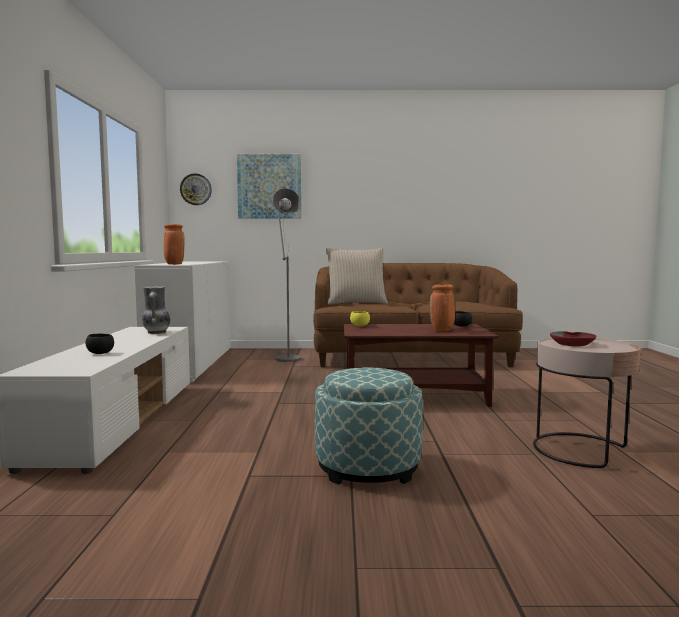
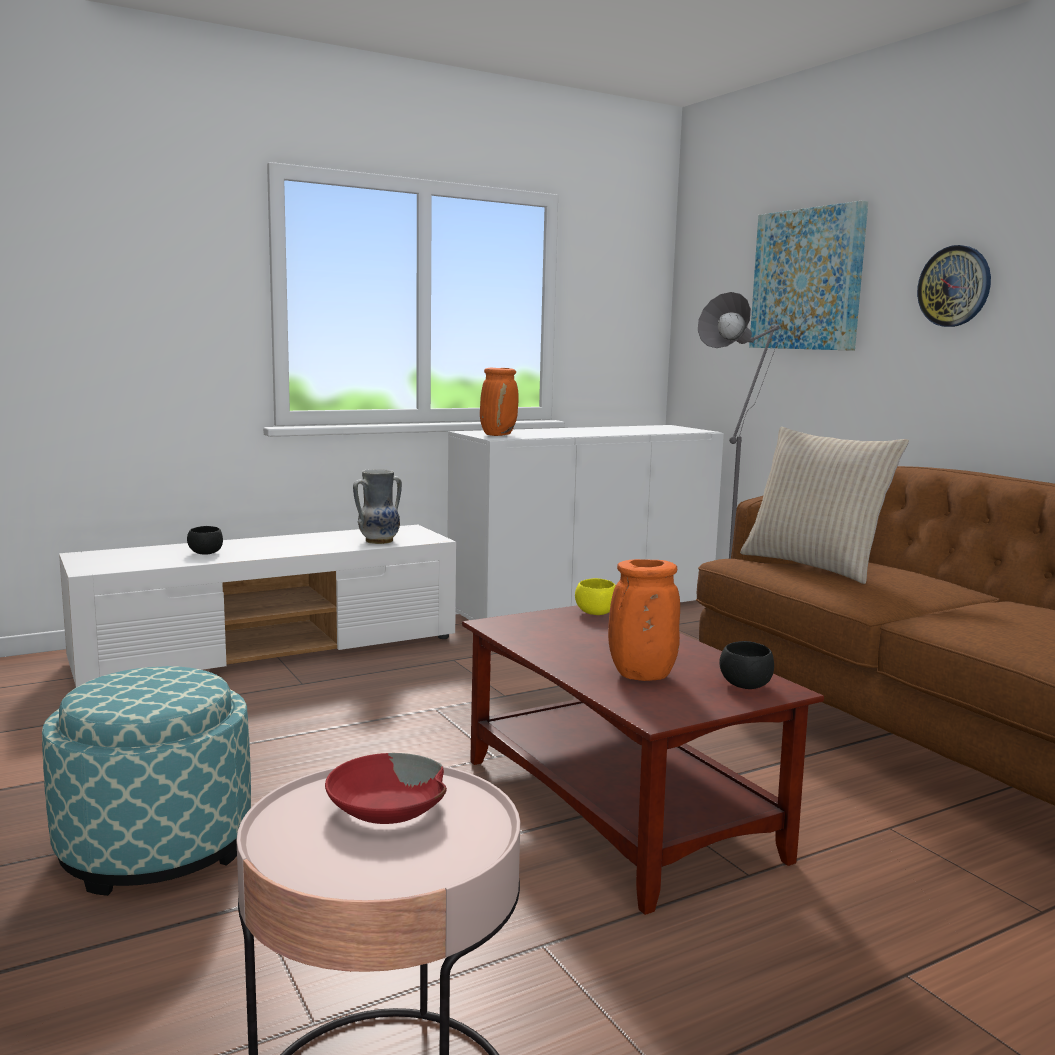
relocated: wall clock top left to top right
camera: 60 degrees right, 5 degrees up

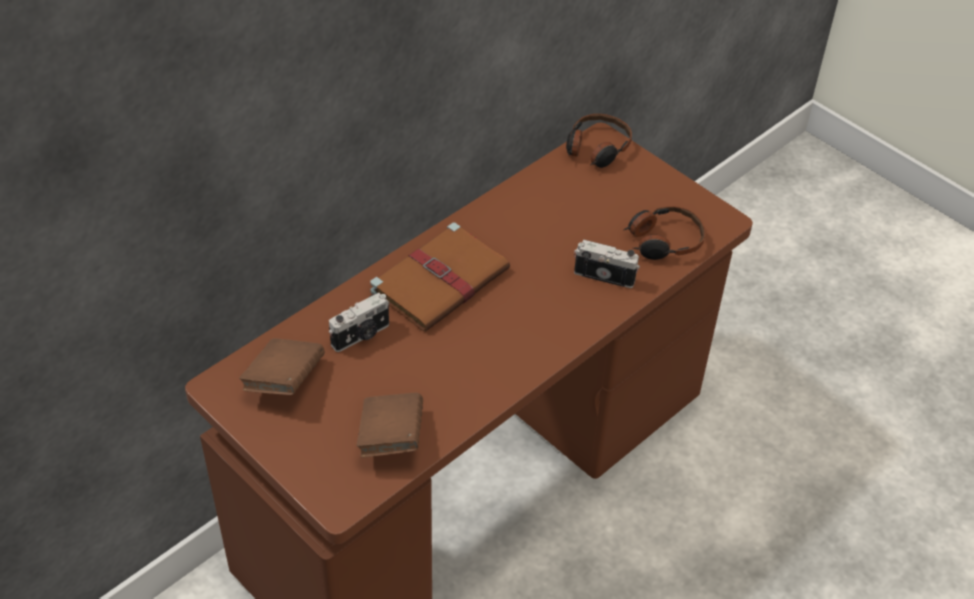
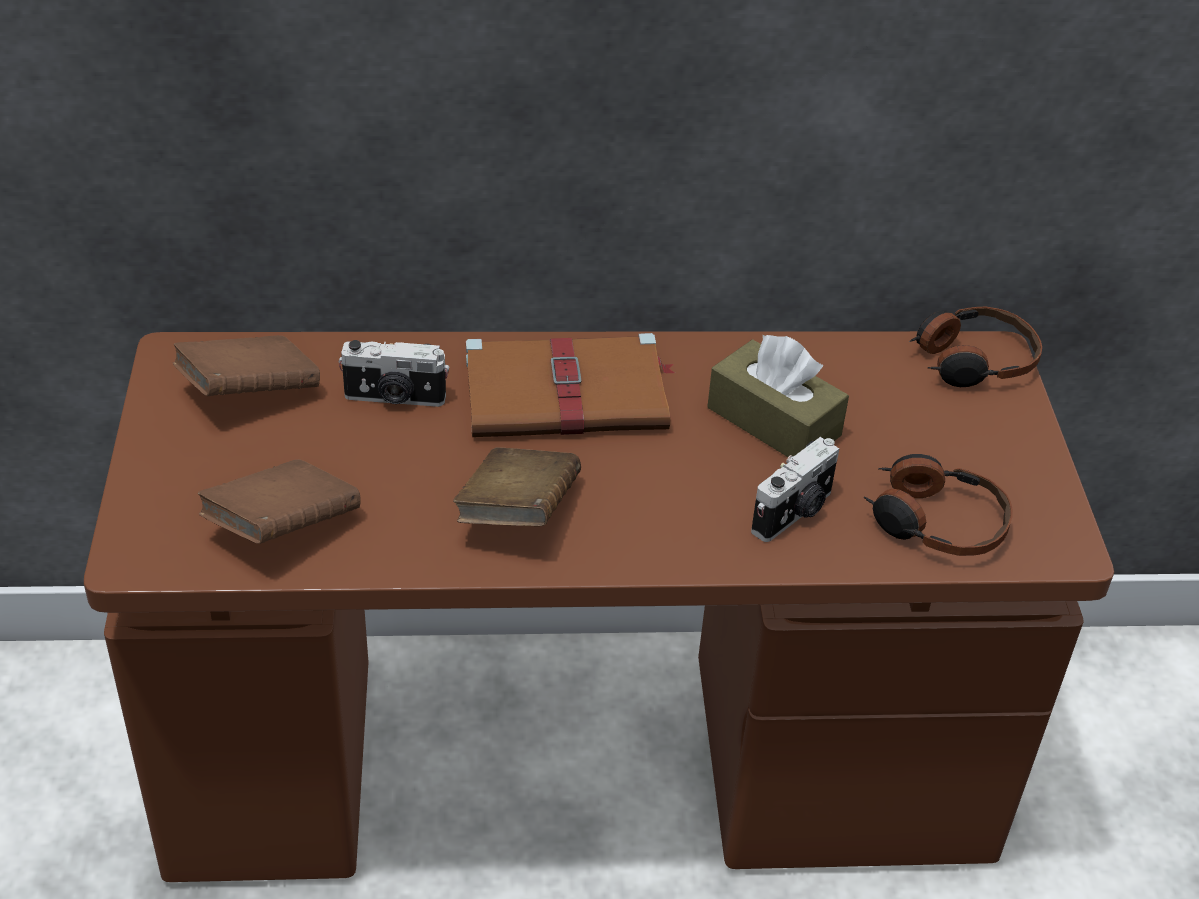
appeared: brown book (no. 3 from left) centre; brown tissue box centre
spun: photo camera (no. 2 from left) centre = centre 75 degrees clockwise
camera: 40 degrees right, 5 degrees down

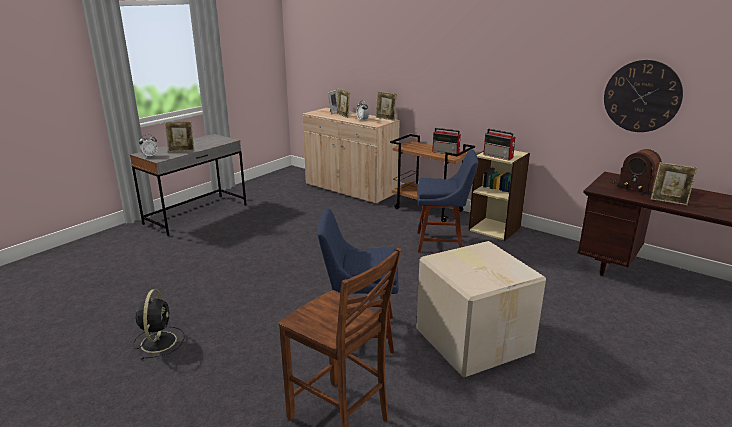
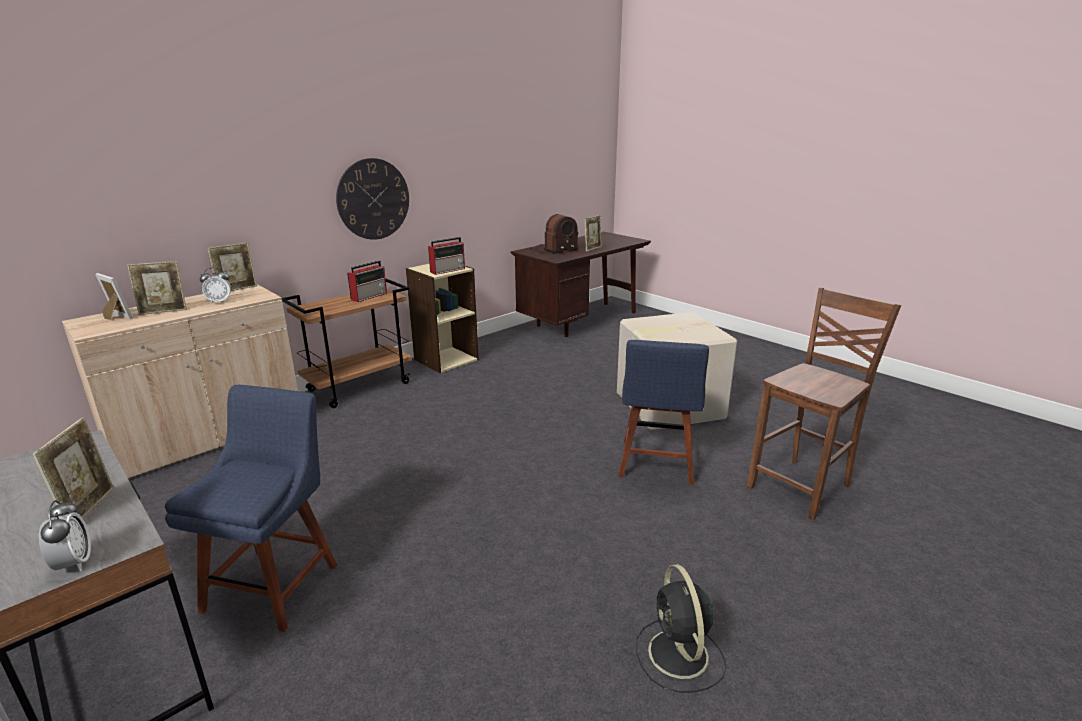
relocated: blue chair (no. 2 from left in the first image) centre to blue chair (no. 1 from left) bottom left; wall clock top right to top centre
spun: black fan bottom left = bottom centre 105 degrees counterclockwise
camera: 80 degrees left, 0 degrees up

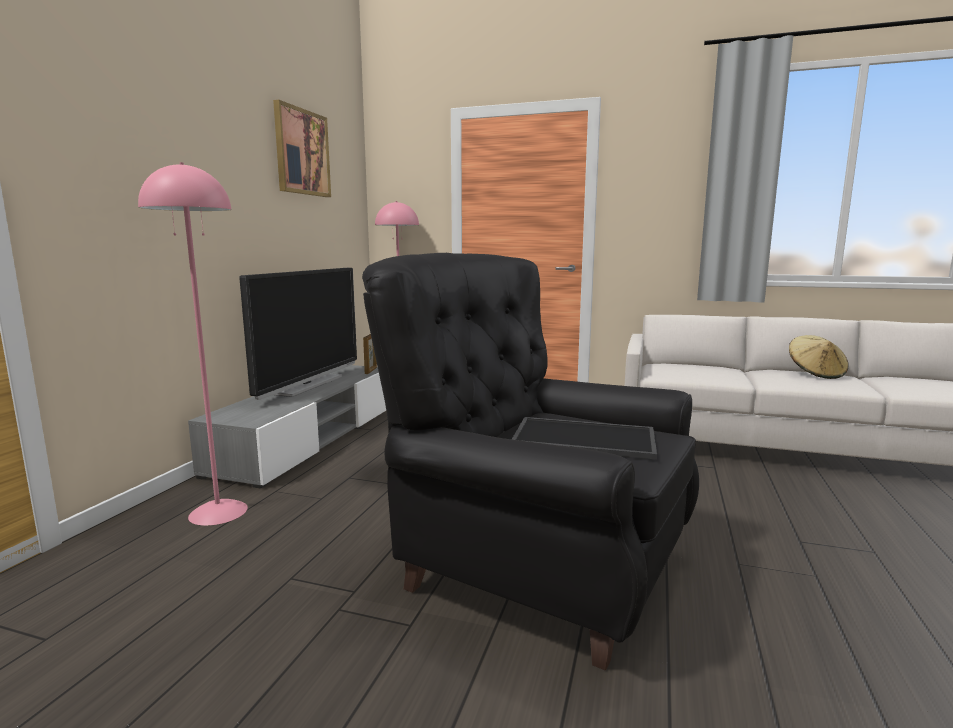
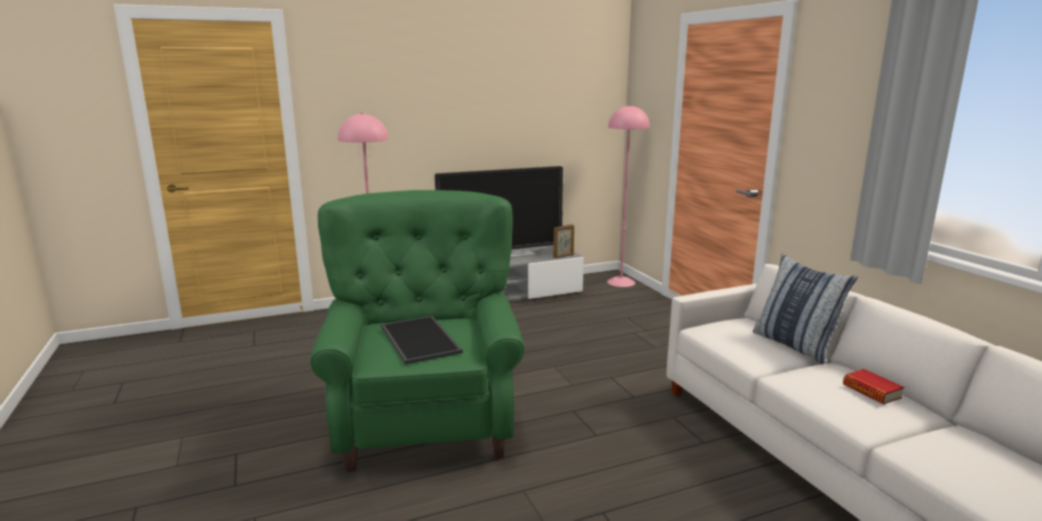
missing: picture top left
appeared: pillow middle right
exchanged: beige hat middle right to book bottom right
colour: black armchair centre to green armchair centre
camera: 50 degrees right, 5 degrees up

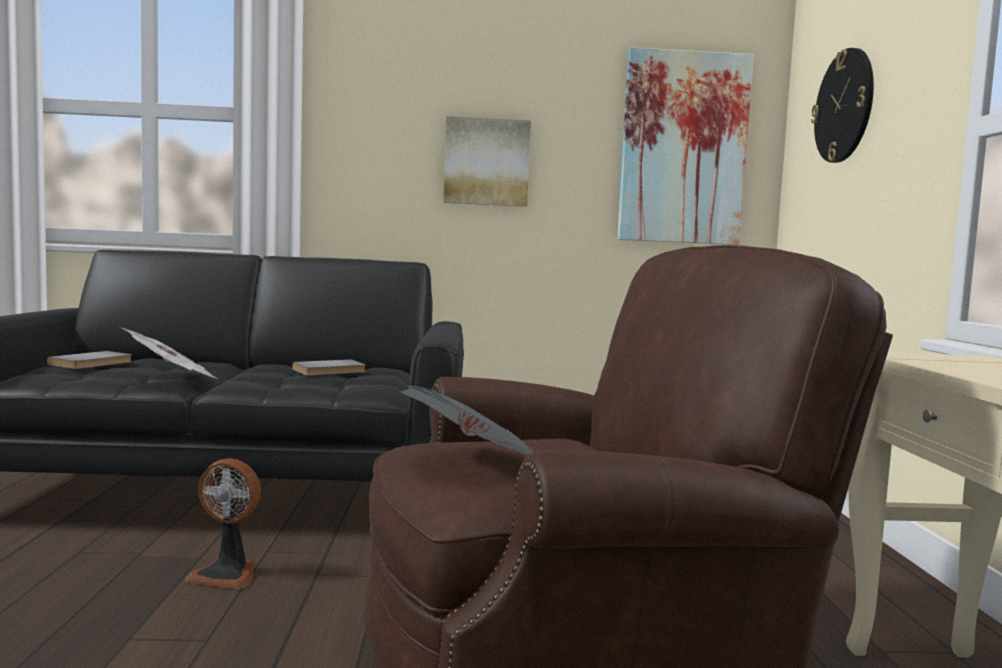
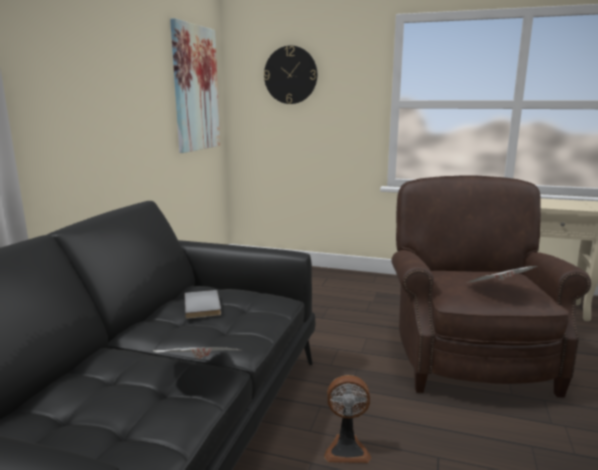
missing: grey book (no. 1 from left) middle left; picture (no. 1 from left) top centre
spun: fan bottom left = bottom centre 60 degrees clockwise
camera: 70 degrees left, 10 degrees up

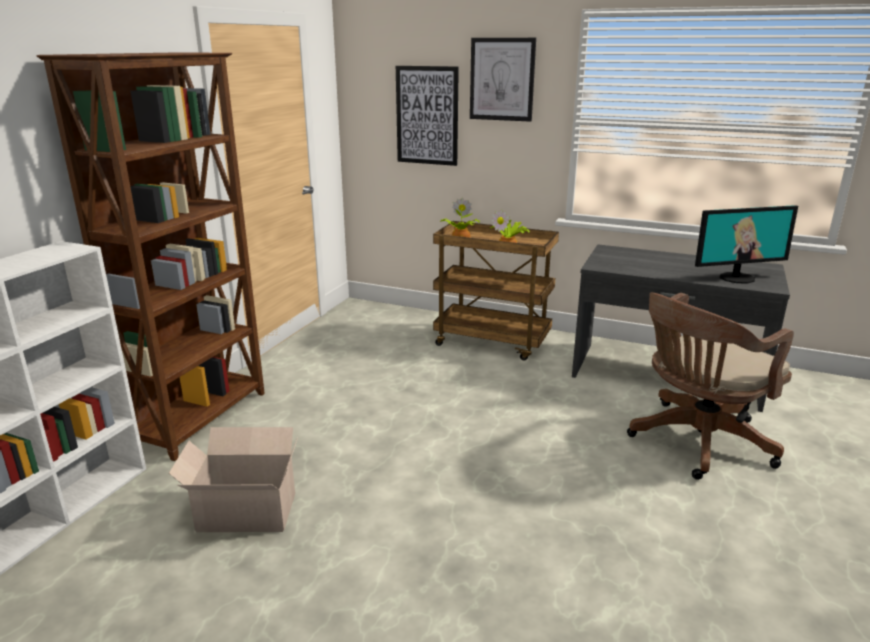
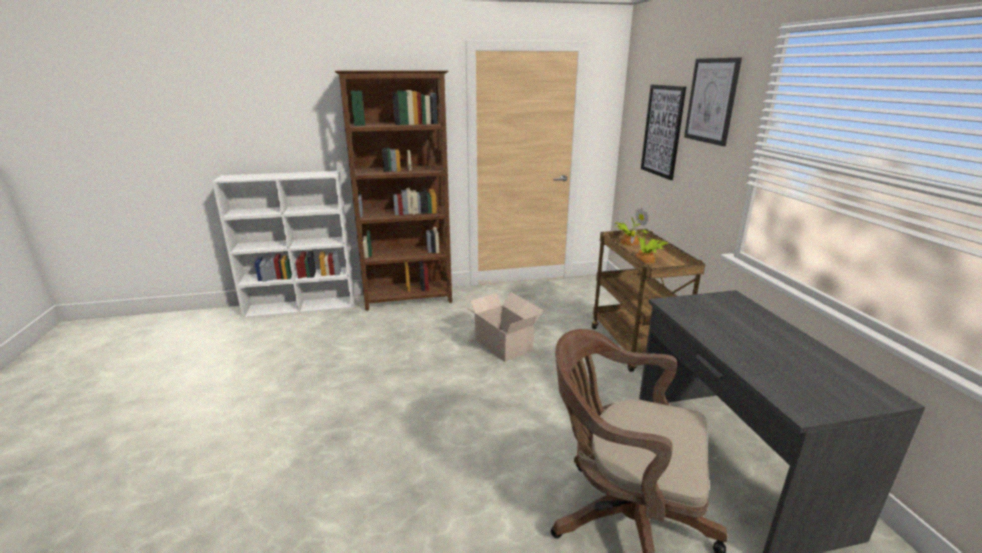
missing: monitor middle right
relocated: cardboard box bottom left to centre
camera: 55 degrees right, 0 degrees up

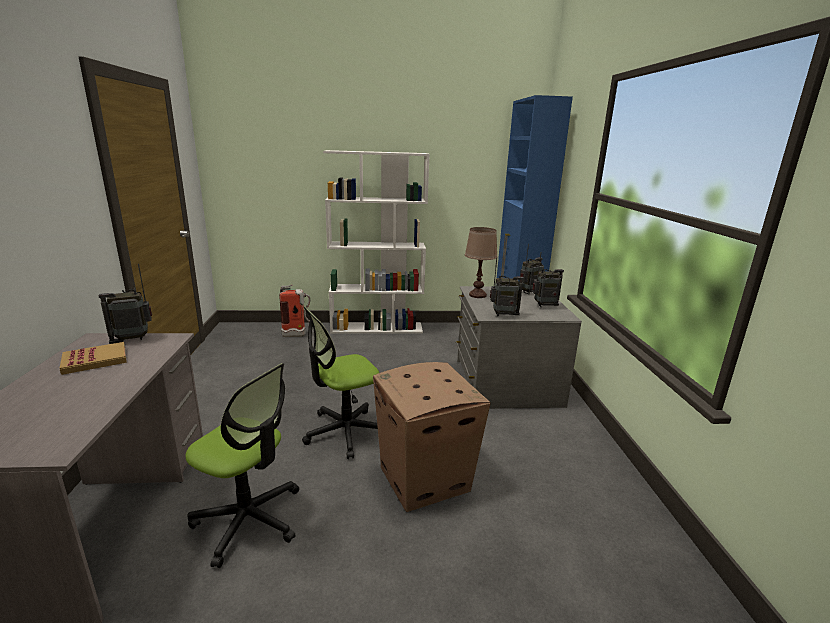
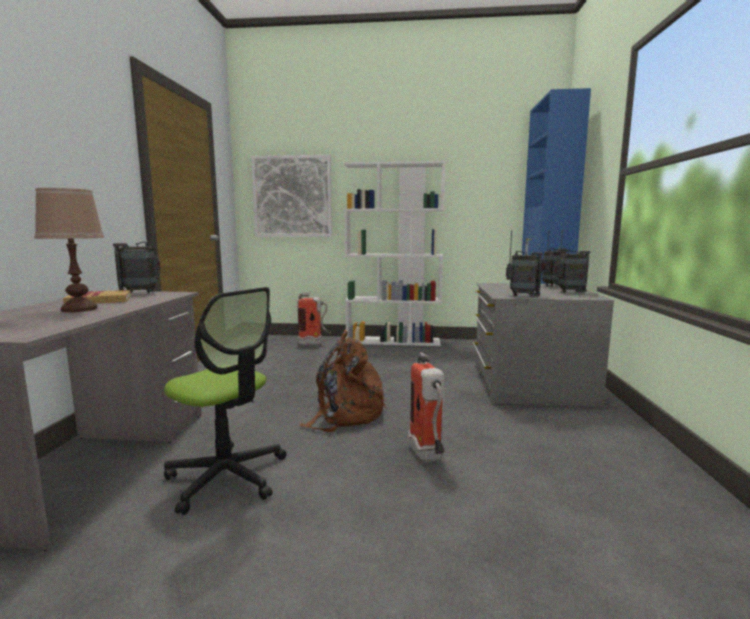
appeared: picture top centre
relocated: brown table lamp centre to middle left
exchanged: office chair (no. 2 from left) centre to brown backpack centre; cardboard box bottom centre to fire extinguisher (no. 2 from left) centre
camera: 10 degrees right, 10 degrees down

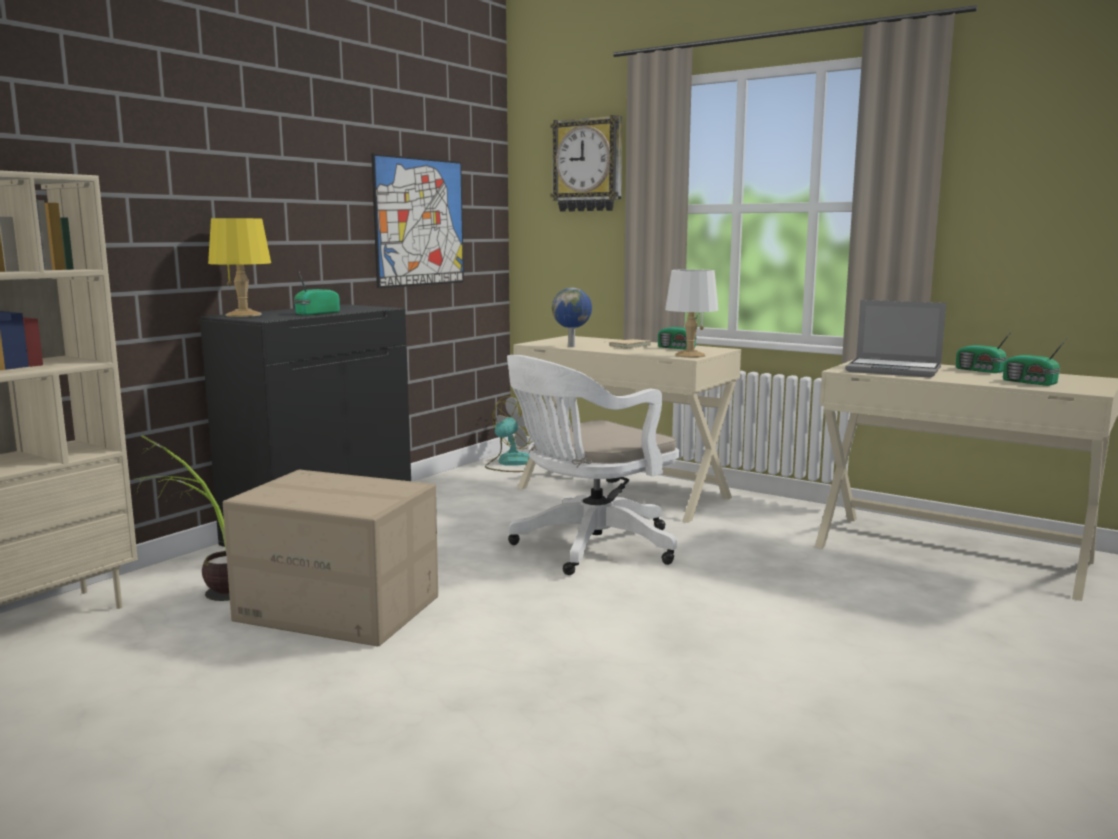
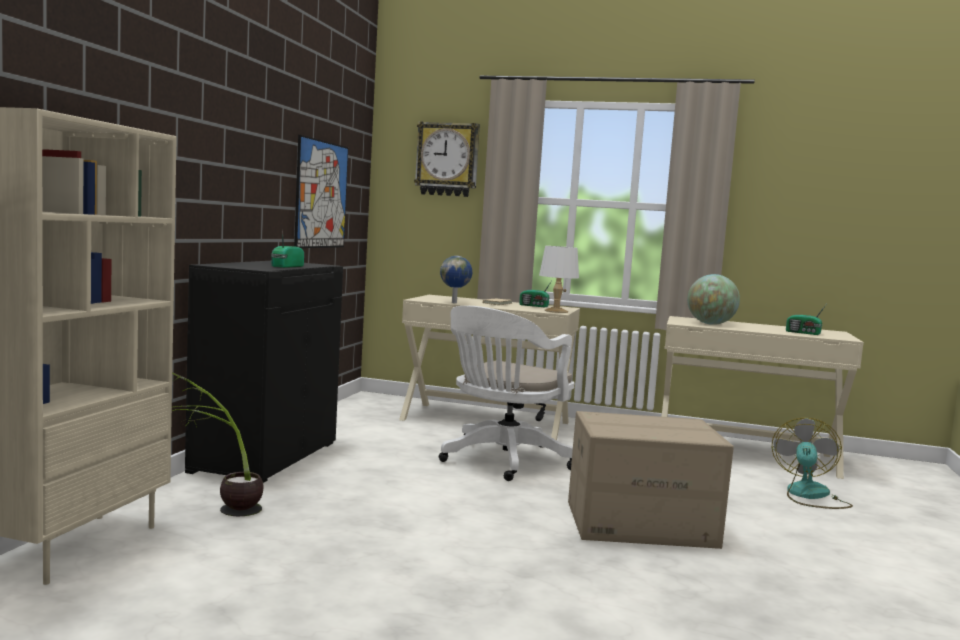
missing: yellow table lamp top left; radio (no. 3 from left) middle right
relocated: cardboard box middle left to bottom right; fan centre to bottom right
exchanged: laptop middle right to globe (no. 2 from left) middle right
camera: 20 degrees left, 5 degrees down

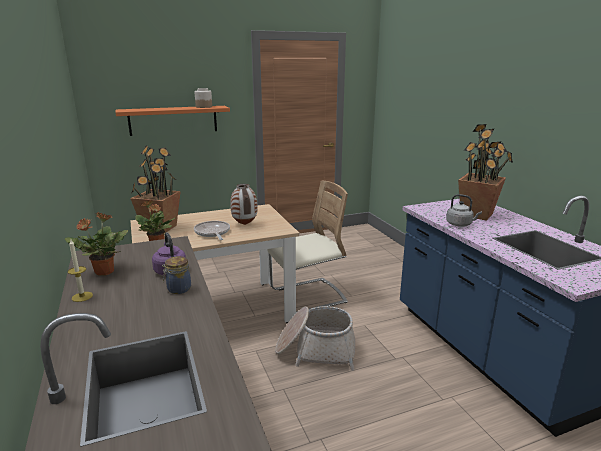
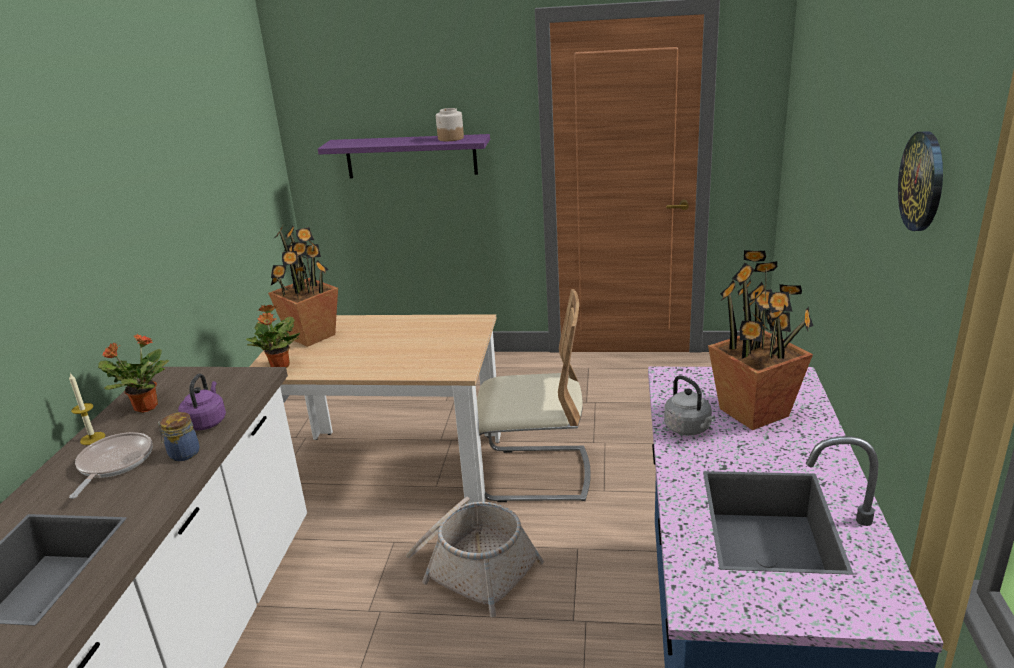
missing: vase centre
appeared: wall clock top right
relocated: frying pan centre to bottom left
colour: orange shelf top left to purple shelf top centre
camera: 30 degrees right, 5 degrees up

